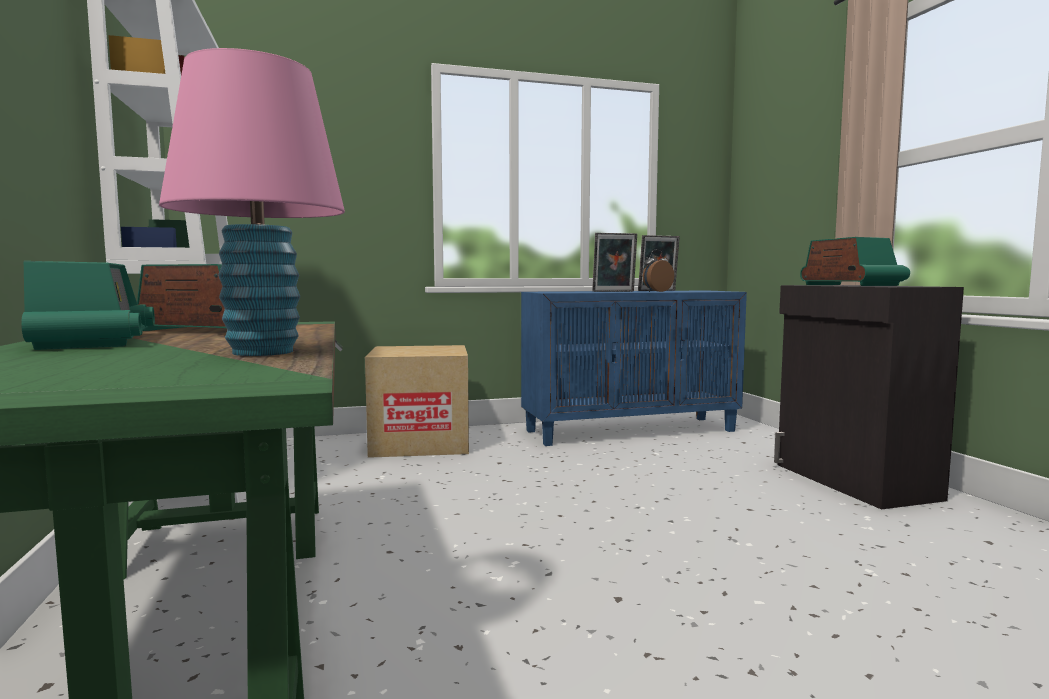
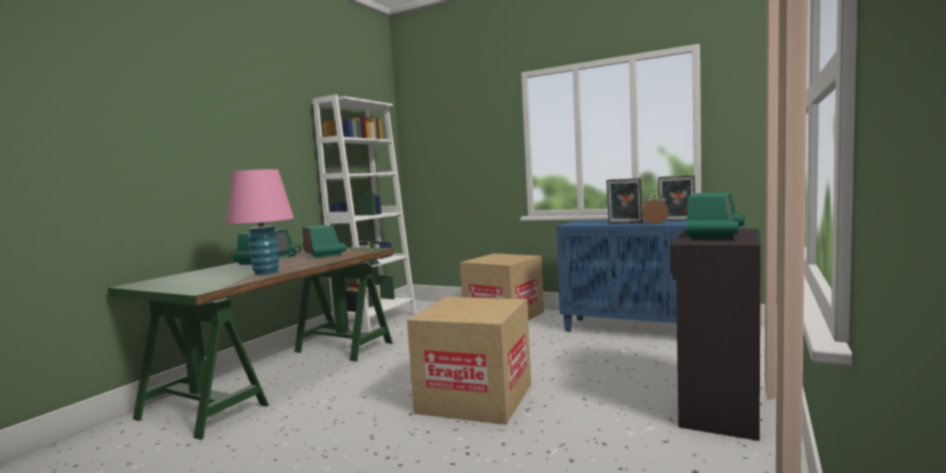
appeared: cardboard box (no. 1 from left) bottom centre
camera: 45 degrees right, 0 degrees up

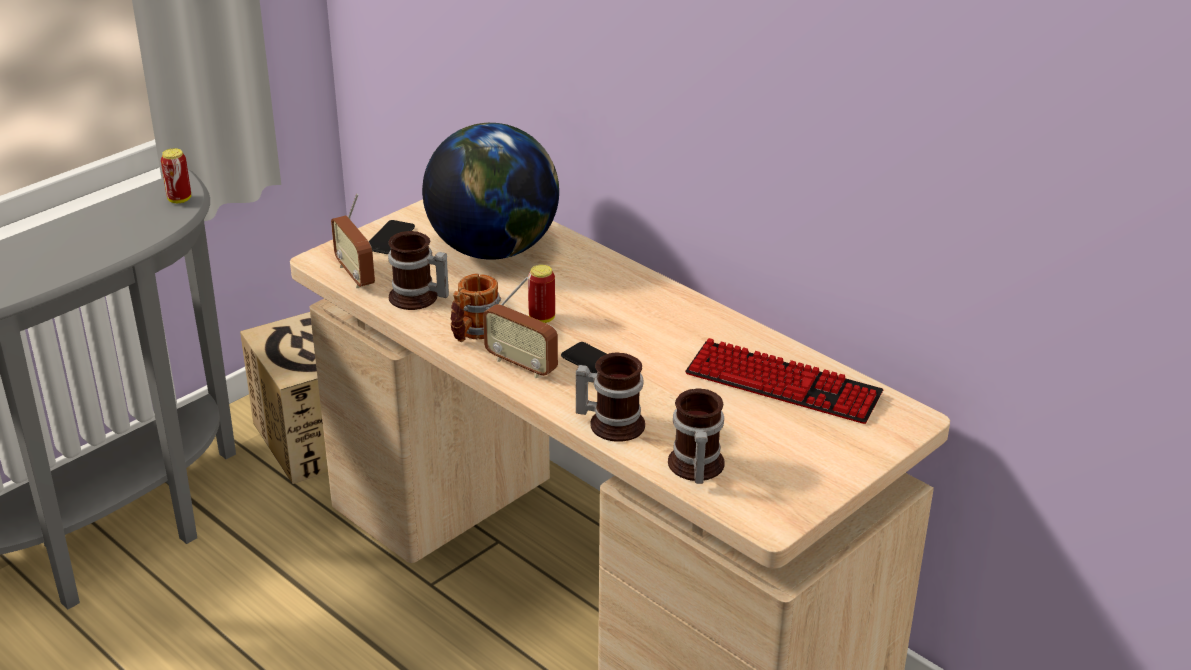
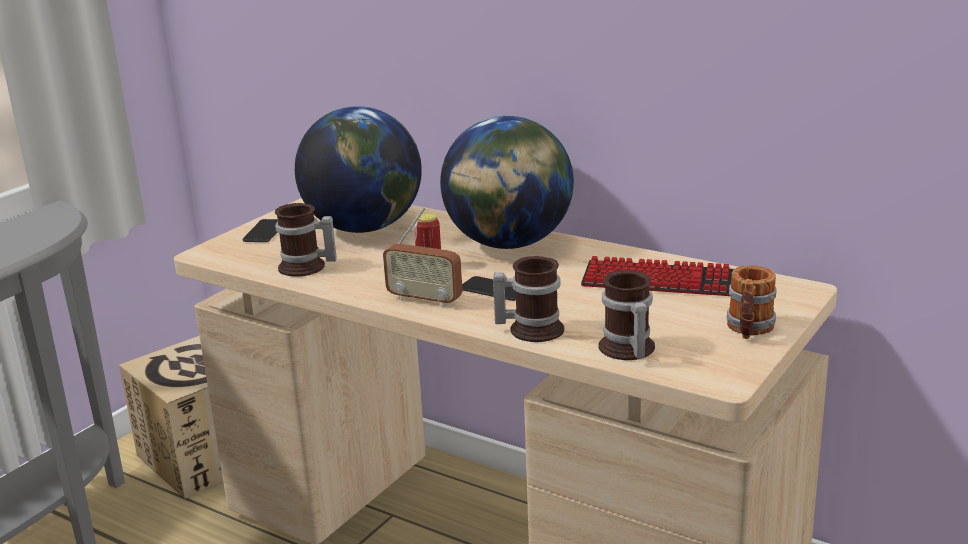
missing: can (no. 1 from left) top left; radio (no. 1 from left) middle left
appeared: globe (no. 2 from left) centre
relocated: mug (no. 2 from left in the first image) centre to mug (no. 4 from left) middle right
camera: 10 degrees left, 10 degrees down

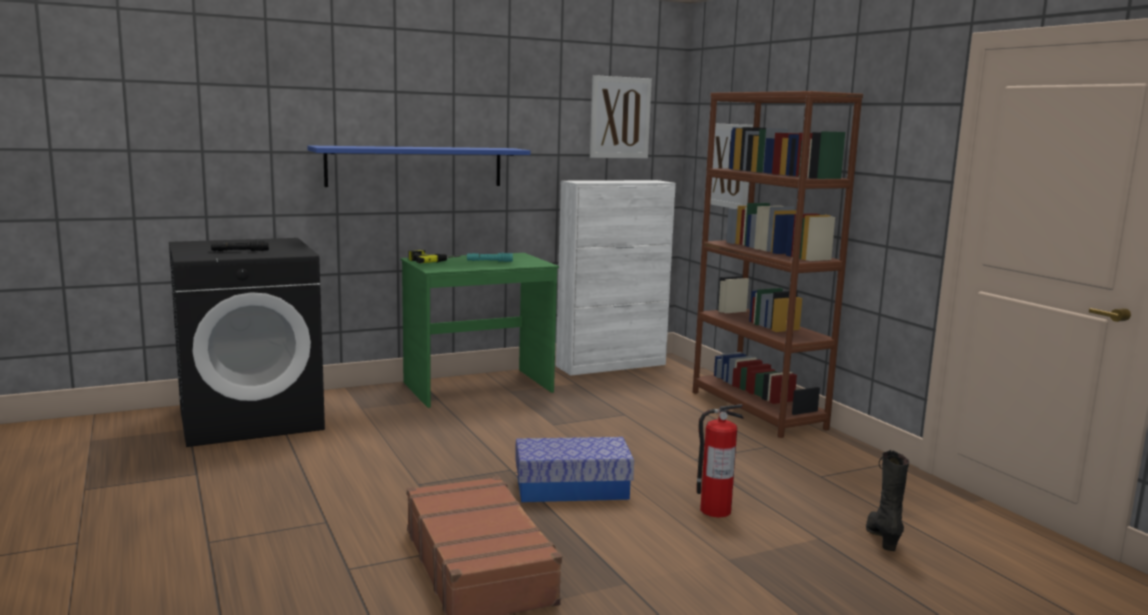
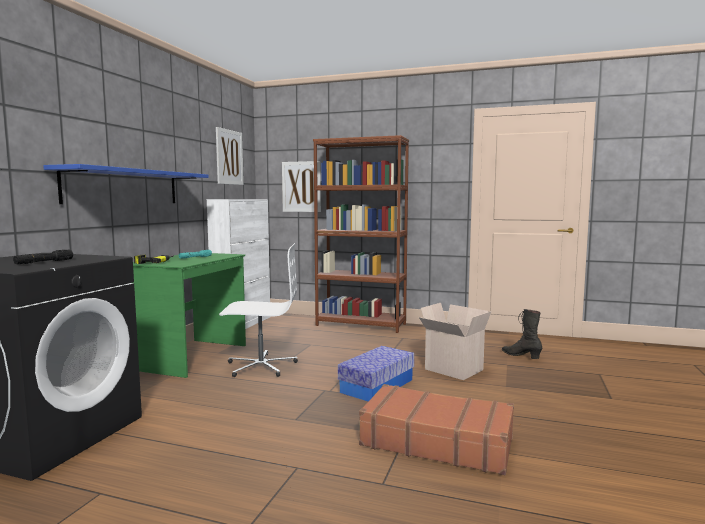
appeared: white office chair centre
exchanged: fire extinguisher bottom centre to cardboard box centre
camera: 45 degrees left, 5 degrees down

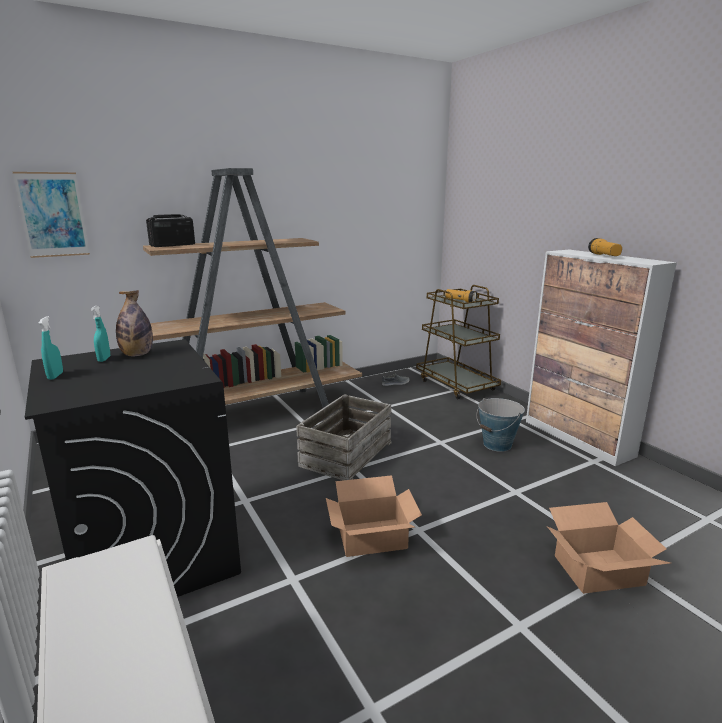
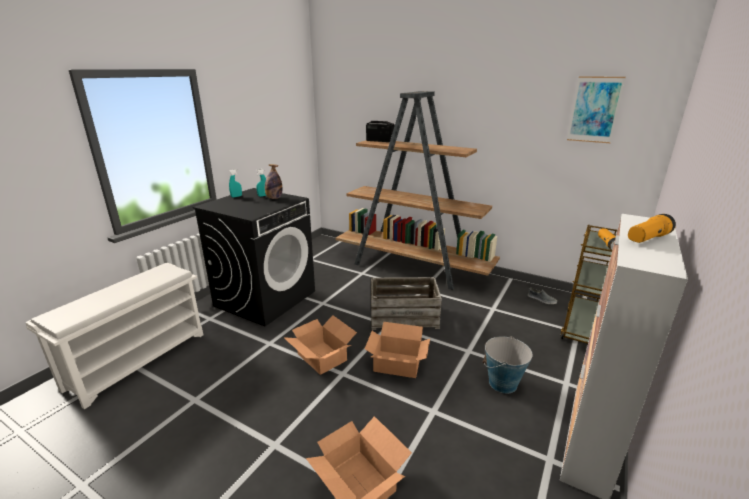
appeared: cardboard box (no. 3 from left) bottom centre
relocated: picture top left to top right
camera: 60 degrees right, 5 degrees up

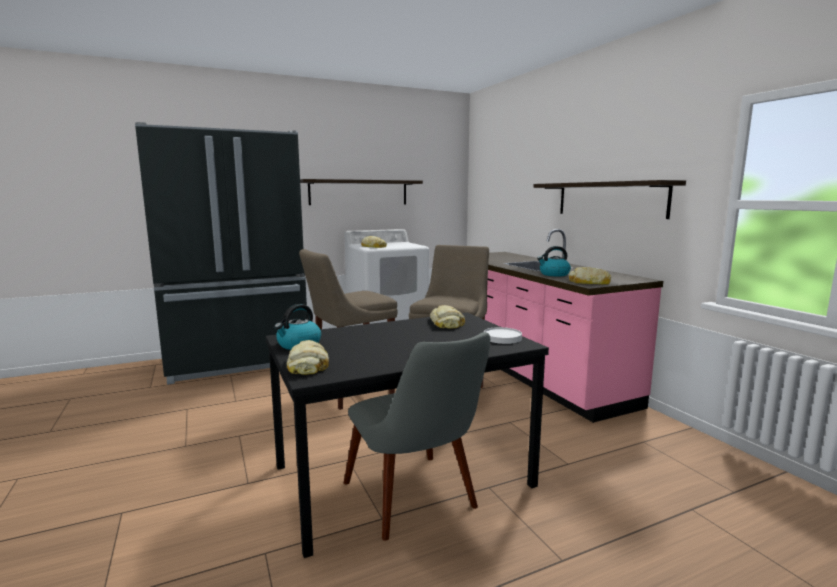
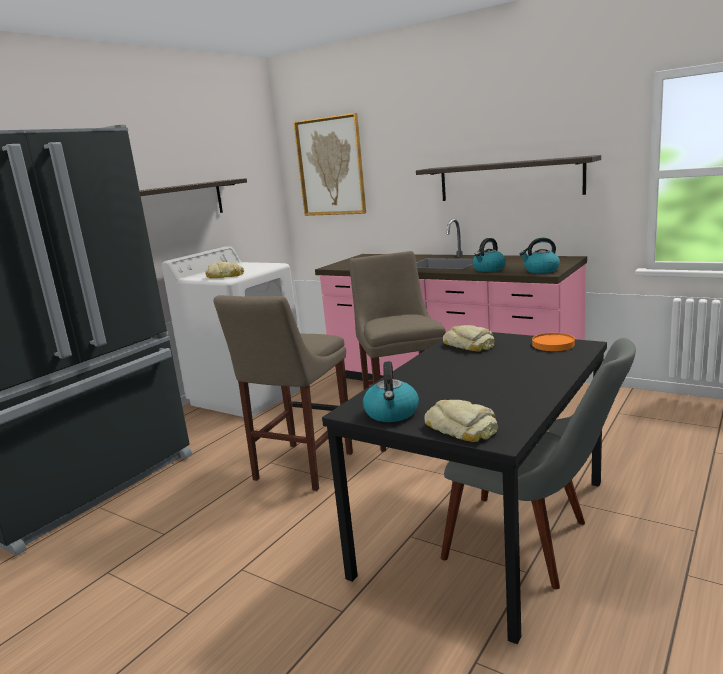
appeared: picture top centre
exchanged: bread (no. 4 from left) middle right to kettle (no. 3 from left) middle right
colour: white plate centre to orange plate middle right
camera: 30 degrees left, 5 degrees up

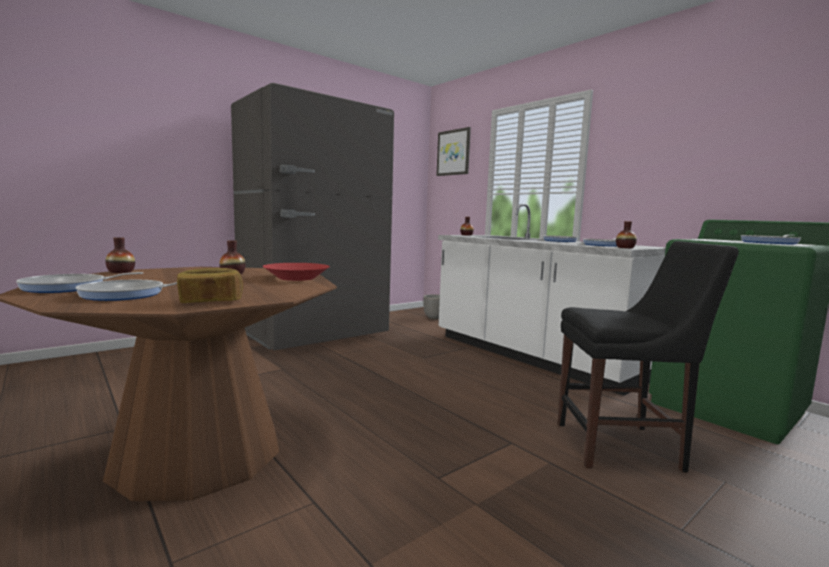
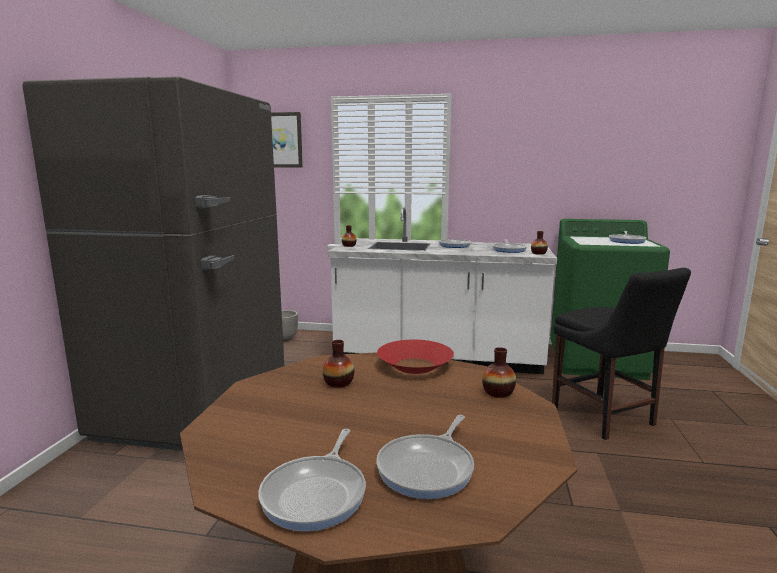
missing: bread middle left
relocated: vase (no. 1 from left in the first image) middle left to vase (no. 3 from left) centre
spun: black chair middle right = middle right 105 degrees clockwise
camera: 40 degrees left, 5 degrees up

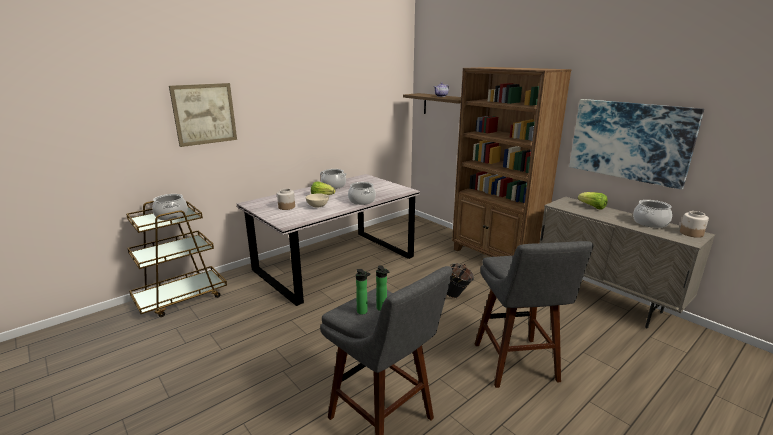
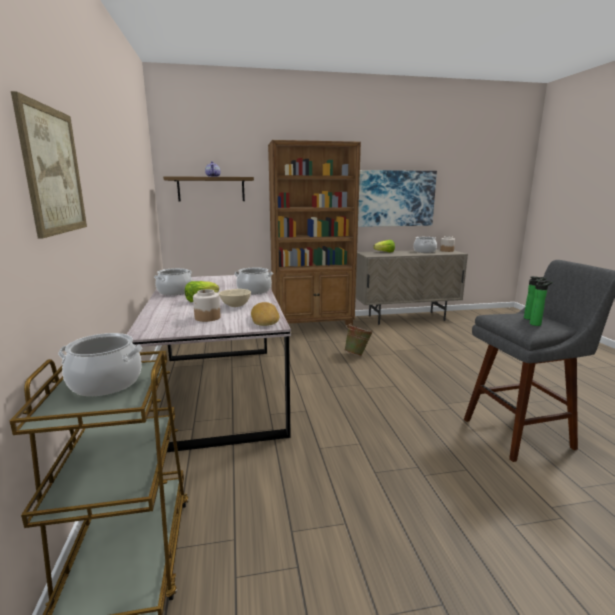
missing: grey stool (no. 2 from left) bottom right
appeared: bread centre
colour: black bucket centre to green bucket centre
camera: 60 degrees left, 5 degrees down

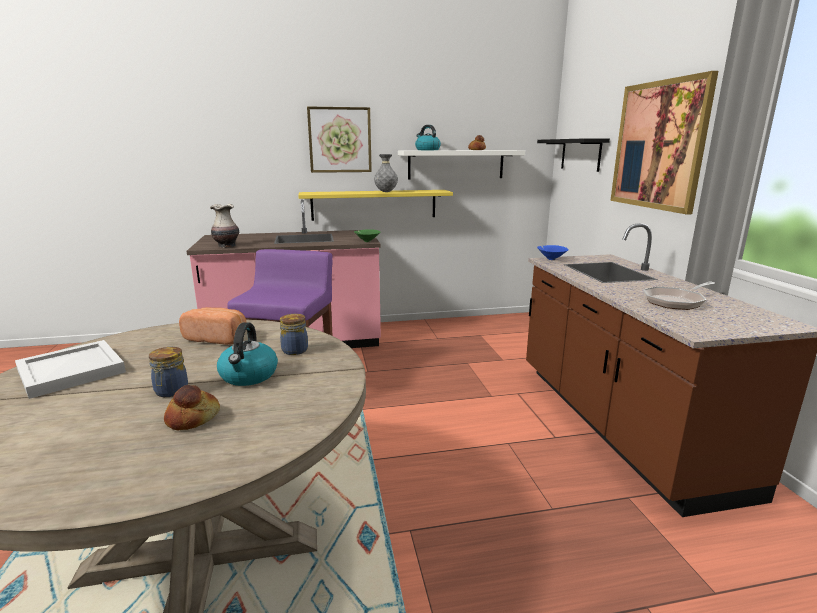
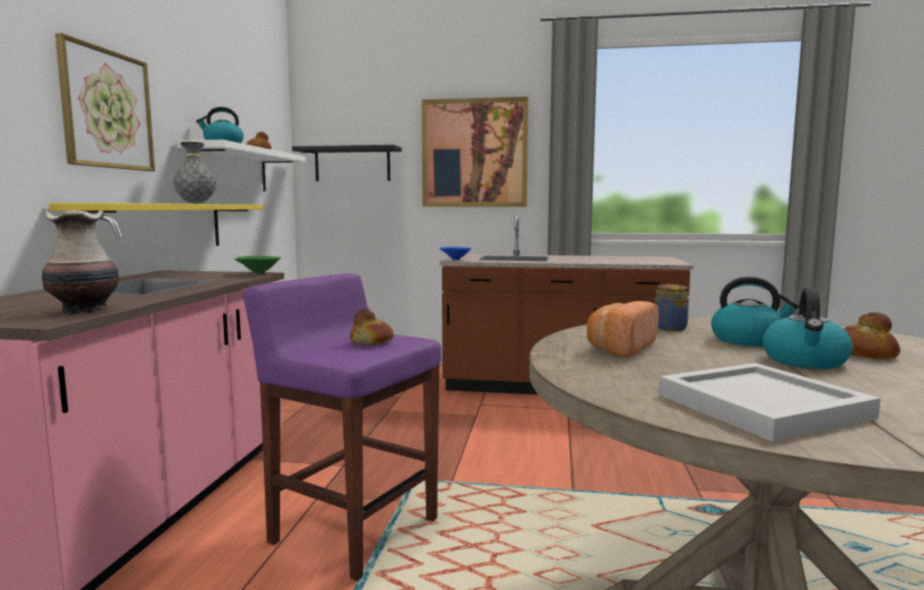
missing: frying pan middle right
appeared: bread (no. 2 from left) centre
exchanged: jar (no. 1 from left) middle left to kettle (no. 3 from left) middle right
camera: 70 degrees left, 10 degrees down

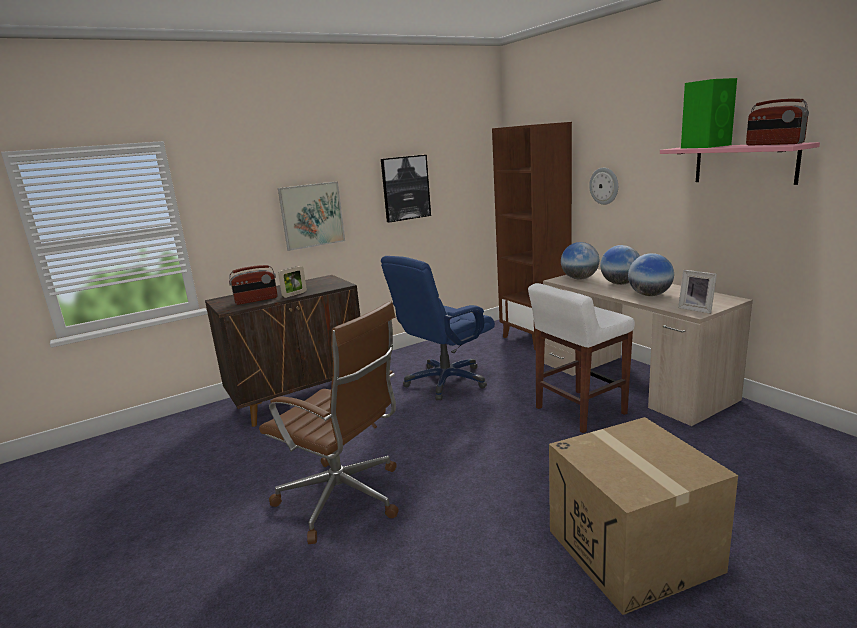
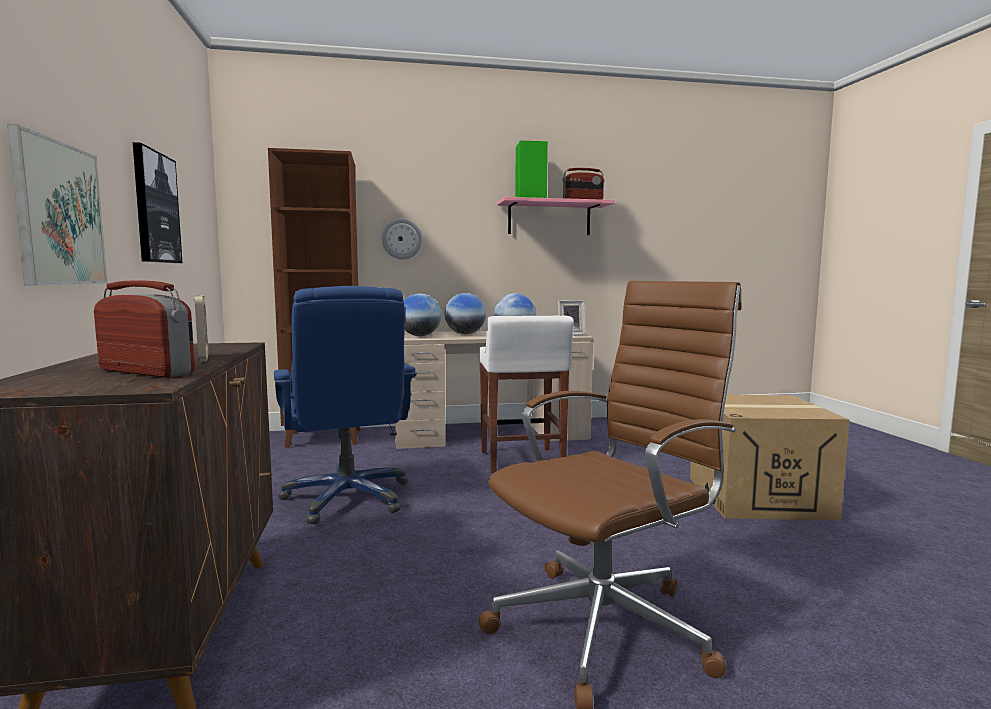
spun: radio (no. 1 from left) middle left = middle left 60 degrees counterclockwise
camera: 70 degrees left, 10 degrees down

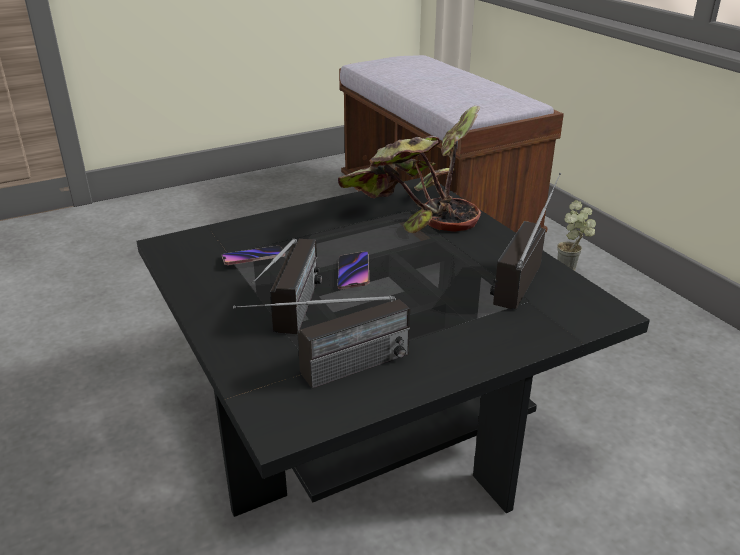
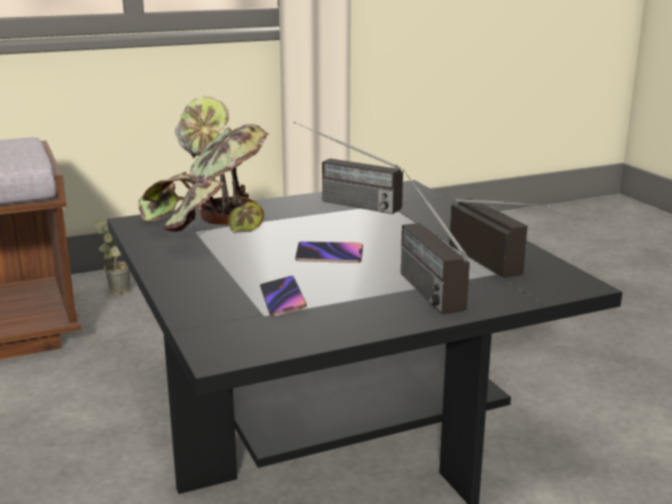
spun: radio (no. 1 from left in the first image) centre = centre 120 degrees counterclockwise
camera: 85 degrees left, 10 degrees down

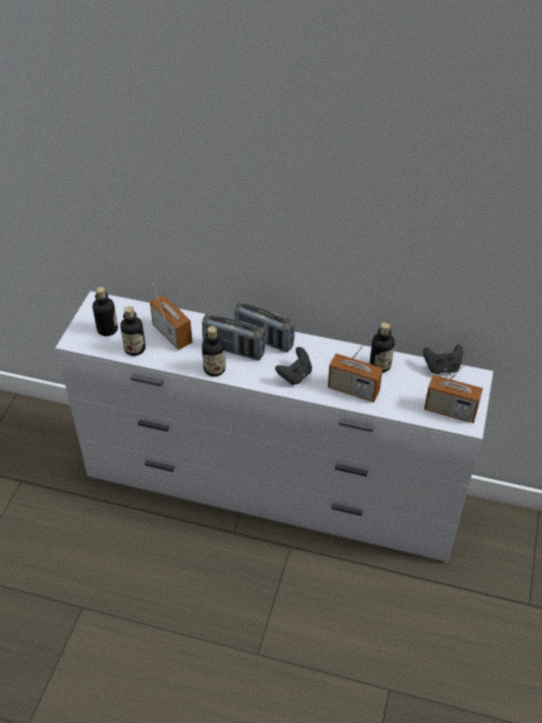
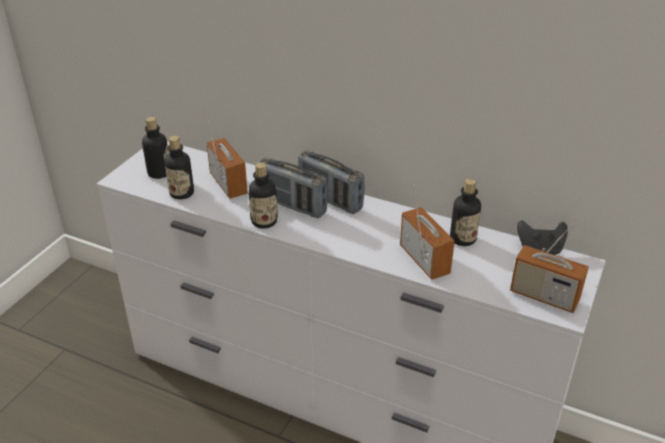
missing: black game controller (no. 1 from left) centre
spun: radio (no. 4 from left) centre = centre 150 degrees counterclockwise
camera: 10 degrees right, 10 degrees down

